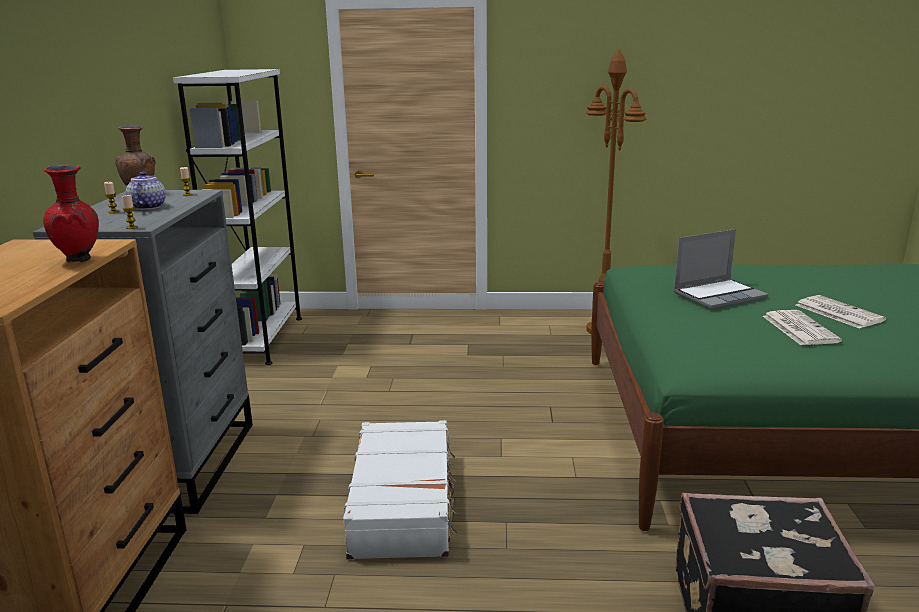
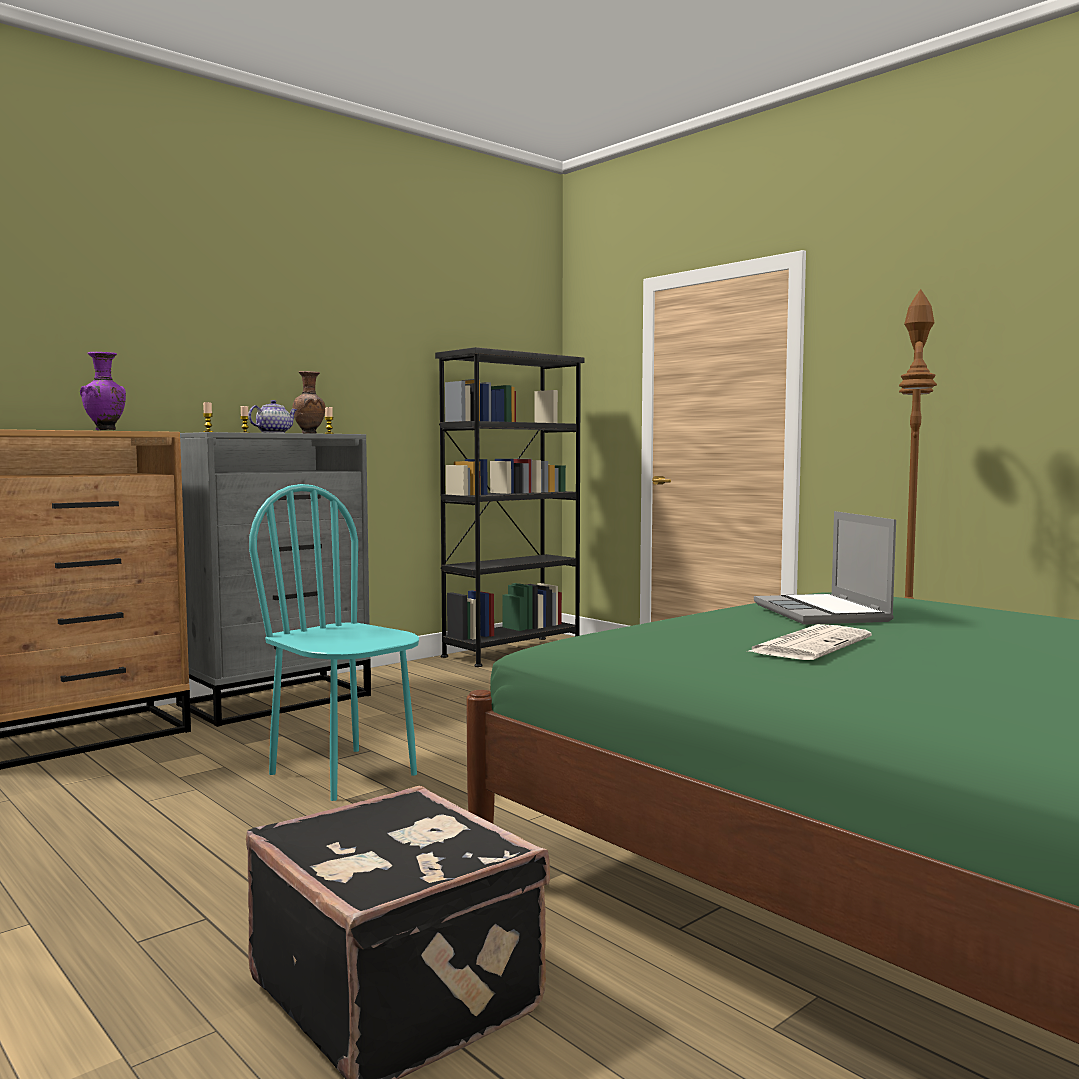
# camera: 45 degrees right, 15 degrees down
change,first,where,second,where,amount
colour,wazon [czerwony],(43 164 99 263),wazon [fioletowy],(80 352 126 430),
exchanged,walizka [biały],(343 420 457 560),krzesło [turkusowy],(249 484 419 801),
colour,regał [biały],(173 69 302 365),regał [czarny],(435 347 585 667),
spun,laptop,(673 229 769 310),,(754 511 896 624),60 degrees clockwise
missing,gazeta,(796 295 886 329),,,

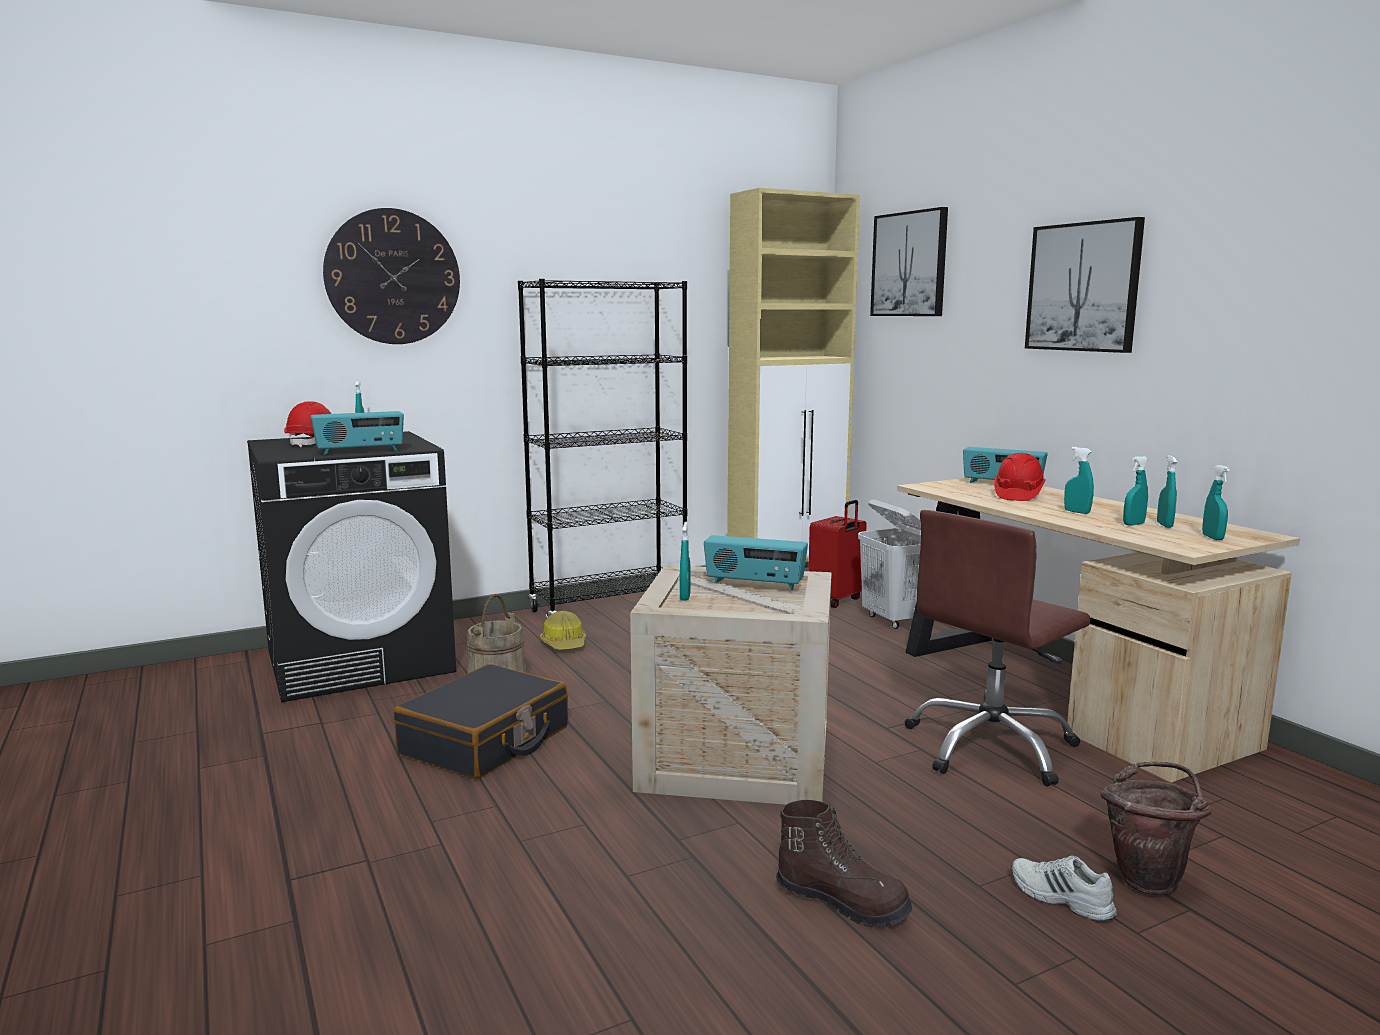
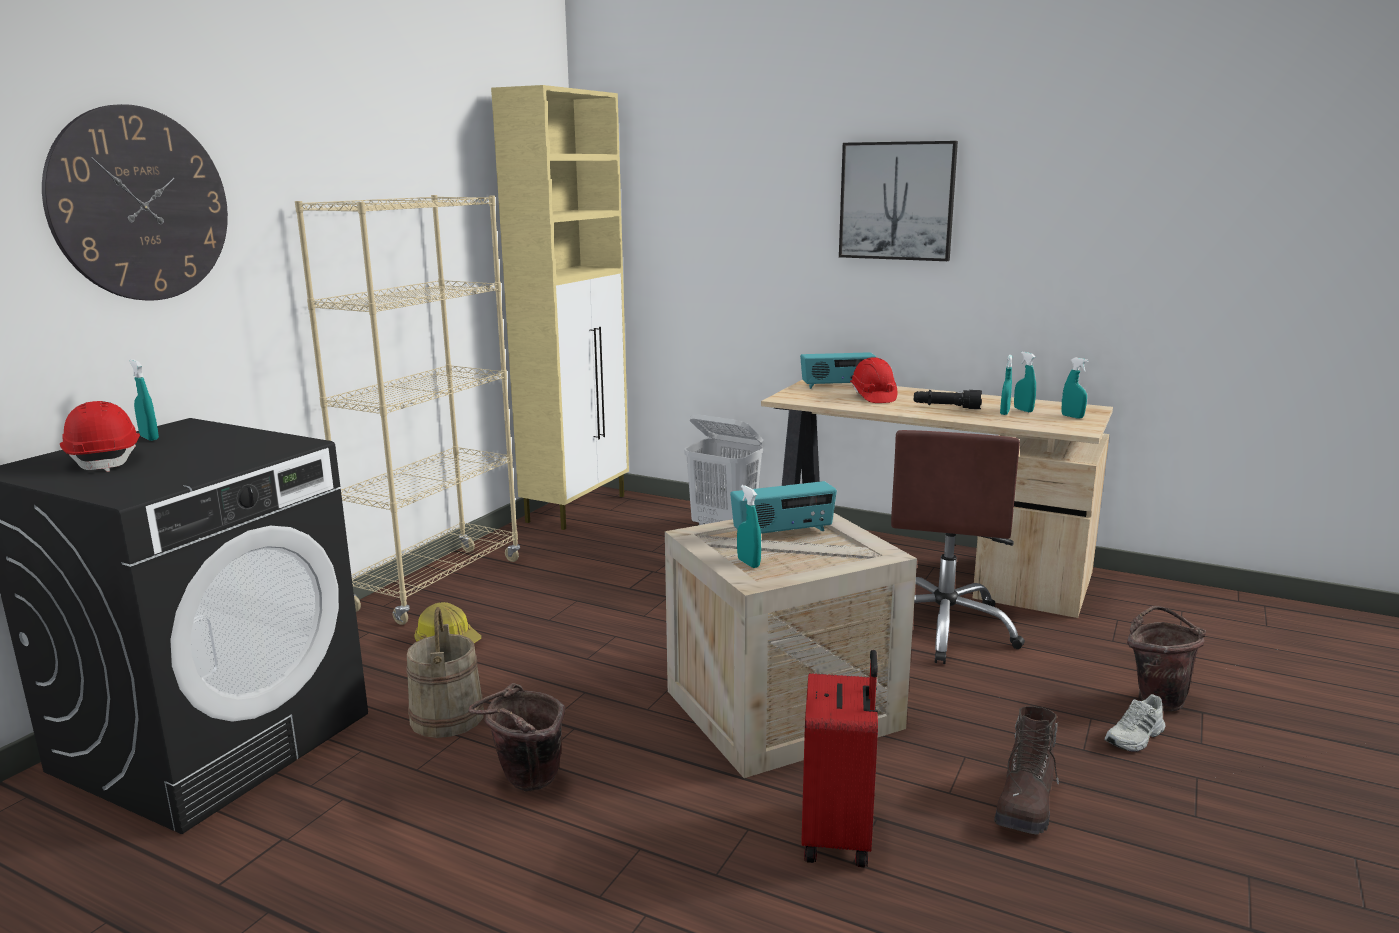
# camera: 35 degrees left, 5 degrees up
change,first,where,second,where,amount
colour,regał [czarny],(518 279 687 618),regał [beżowy],(295 195 520 625),
exchanged,walizka [czarny],(393 664 568 779),wiadro [brązowy],(468 683 565 792),
relocated,walizka [czerwony],(808 500 867 608),,(801 650 878 867),
exchanged,spryskiwacz [turkusowy],(1064 447 1094 514),latarka [czarny],(914 390 982 409),
spun,but z cholewką [brązowy],(776 800 912 928),,(994 706 1059 834),120 degrees clockwise
spun,but [biały],(1012 856 1117 922),,(1105 694 1165 752),45 degrees counterclockwise
missing,radio,(310 411 404 455),,,
missing,obraz,(870 207 948 316),,,

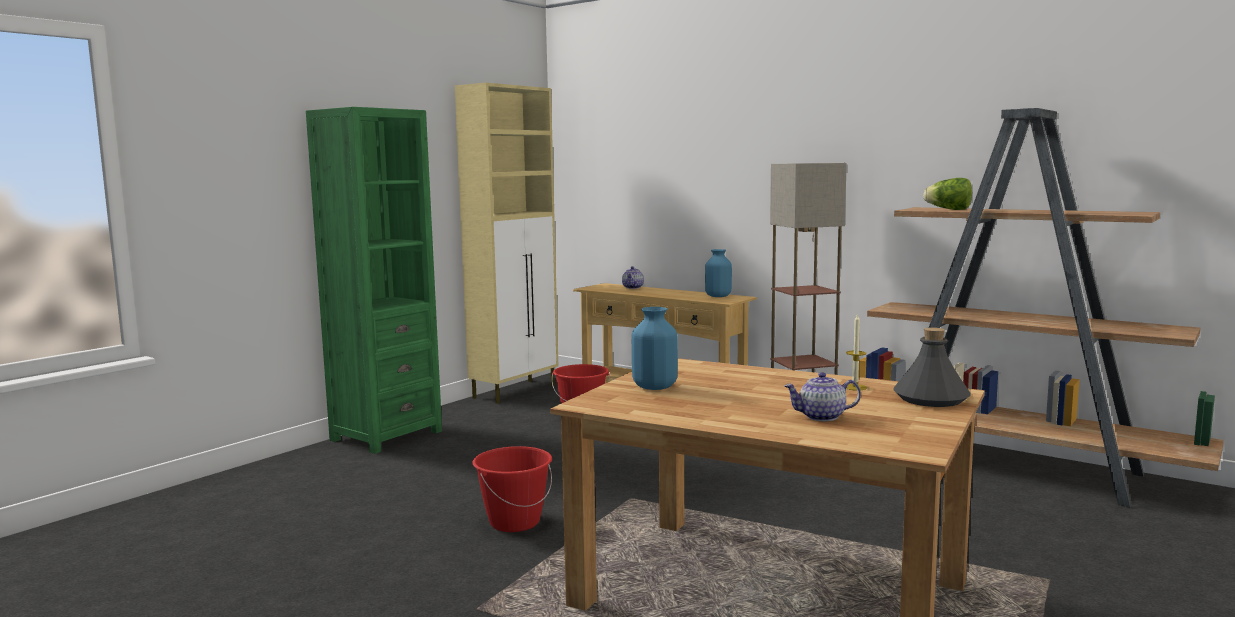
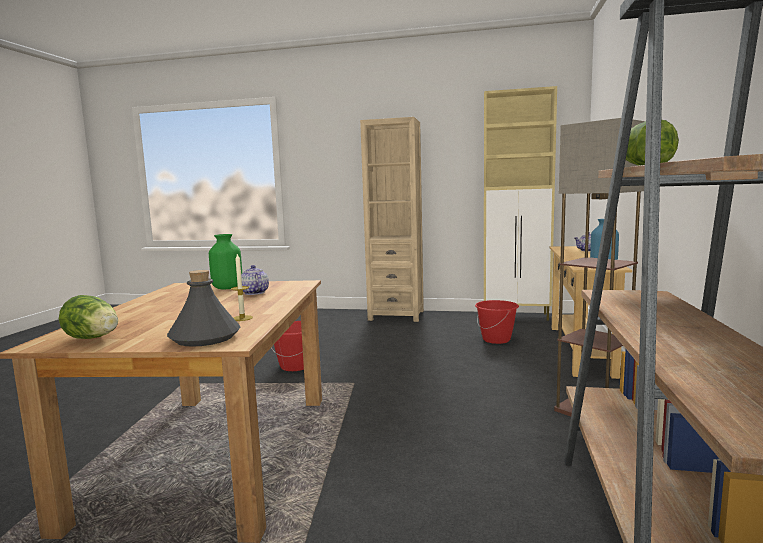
# camera: 65 degrees right, 0 degrees up
change,first,where,second,where,amount
appeared,,,sałata,(59 295 118 339),
colour,wazon [niebieski],(632 307 678 390),wazon [zielony],(209 234 242 289),
relocated,imbryk,(784 372 861 421),,(241 265 269 295),
colour,regał [zielony],(306 107 442 454),regał [beżowy],(360 117 424 322),

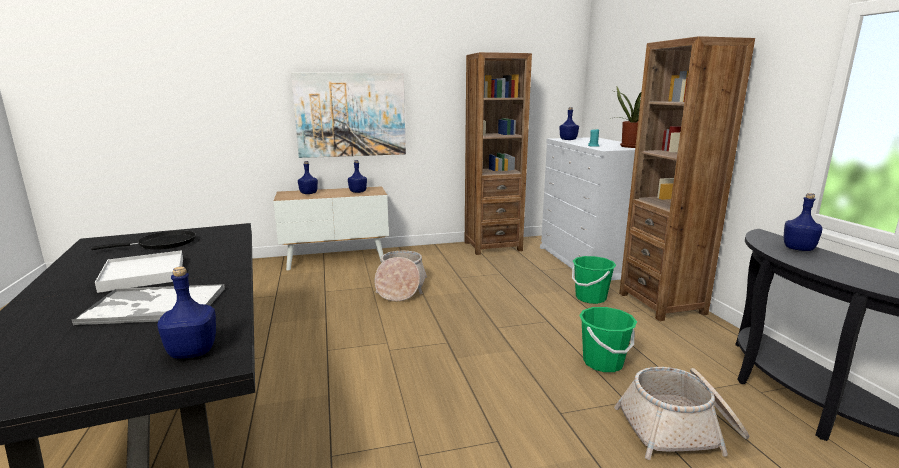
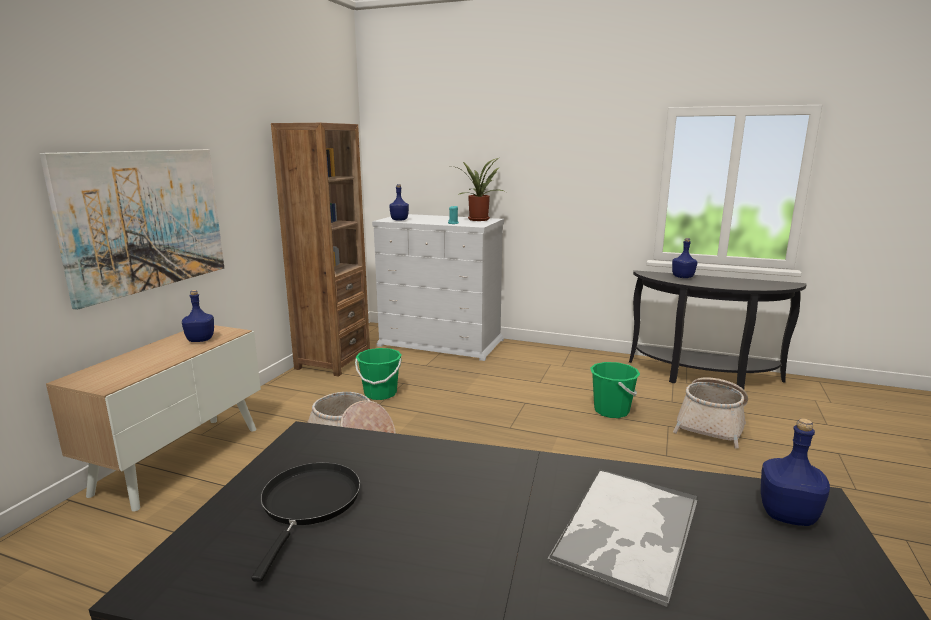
# camera: 55 degrees left, 0 degrees up
change,first,where,second,where,amount
relocated,wiadro [zielony],(572 256 616 304),,(355 348 402 400),
missing,taca [biały],(95 250 183 293),,,
missing,butelka [niebieski],(298 161 318 194),,,
missing,regał [brązowy],(619 36 755 321),,,

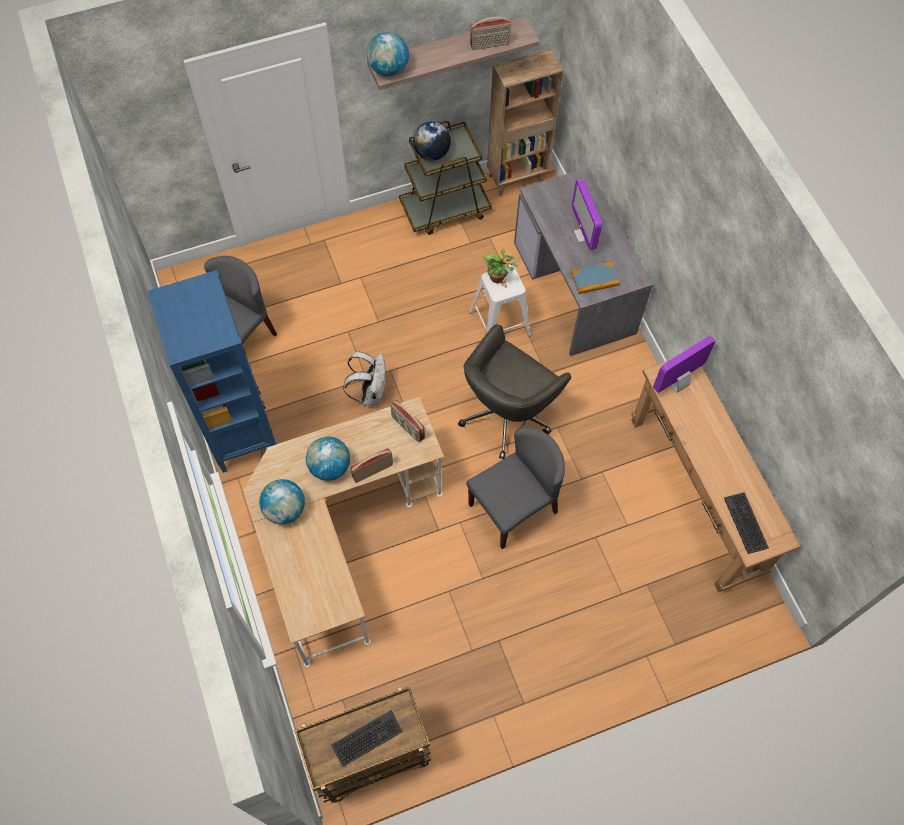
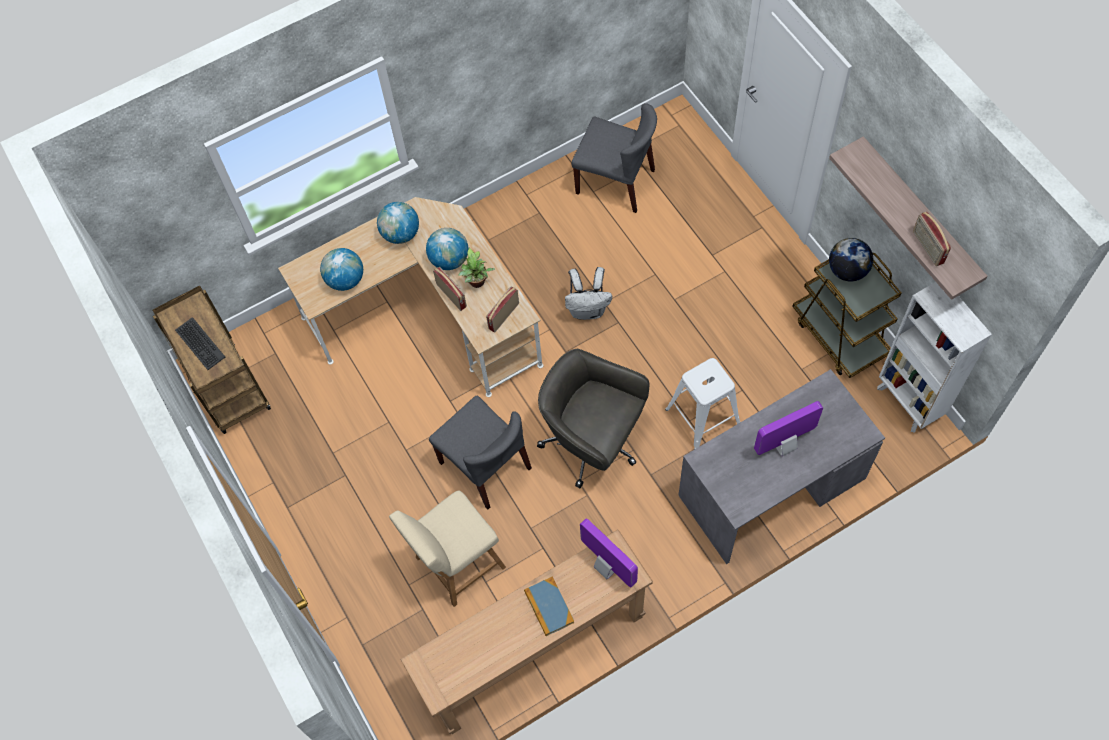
# camera: 85 degrees right, 0 degrees up
change,first,where,second,where,amount
relocated,globus,(367 32 409 76),,(320 248 363 291),
appeared,,,krzesło [beżowy],(389 491 506 607),
relocated,roślina doniczkowa,(482 249 519 283),,(458 248 495 288),
relocated,książka,(571 262 620 294),,(524 576 574 636),
colour,regał [brązowy],(487 49 563 197),regał [biały],(877 282 992 433),
missing,regał [niebieski],(147 270 276 472),,,
missing,klawiatura,(724 492 769 554),,,

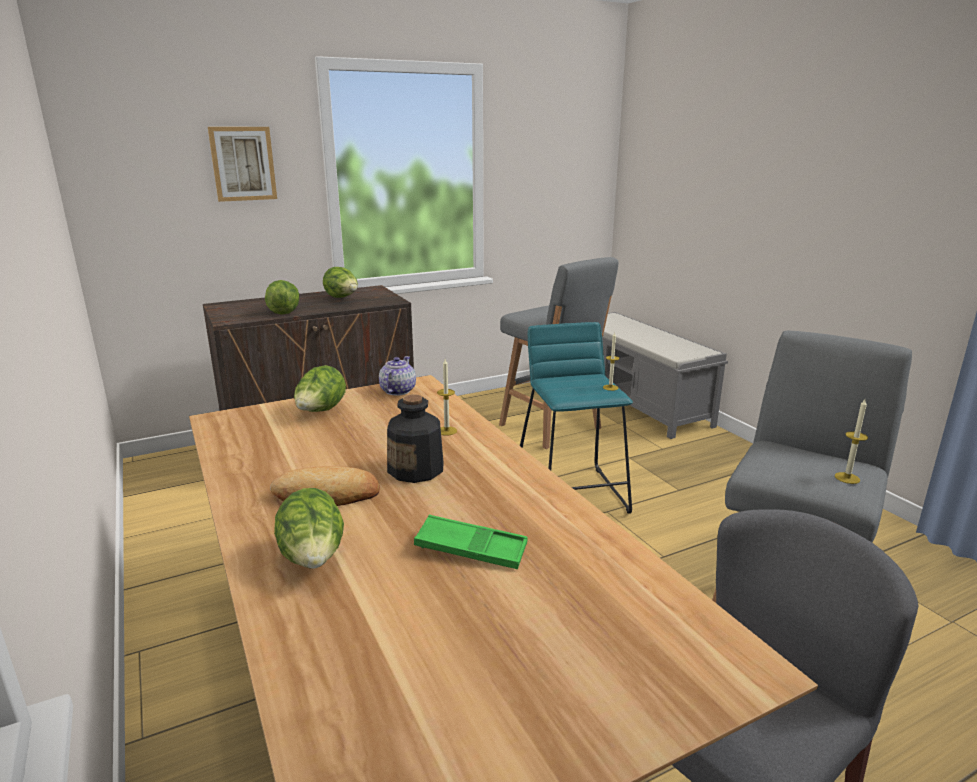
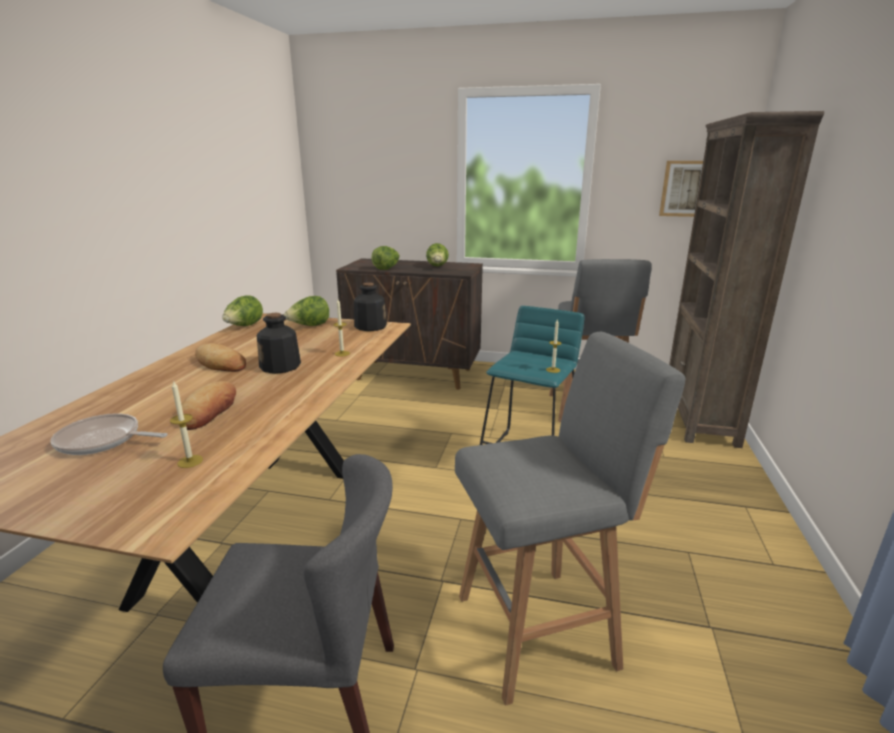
# camera: 40 degrees right, 0 degrees up
change,first,where,second,where,amount
appeared,,,patelnia,(50 413 167 455),
relocated,świeca,(835 399 868 484),,(170 380 203 468),
exchanged,taca [zielony],(414 515 528 569),chleb,(177 381 236 430),
relocated,sałata,(274 488 344 569),,(222 295 263 326),
exchanged,imbryk,(379 356 416 396),butelka,(354 282 387 331),
relocated,obraz,(208 127 277 202),,(659 161 703 217),
exchanged,ławka [szary],(602 312 728 439),regał [brązowy],(669 111 824 448),

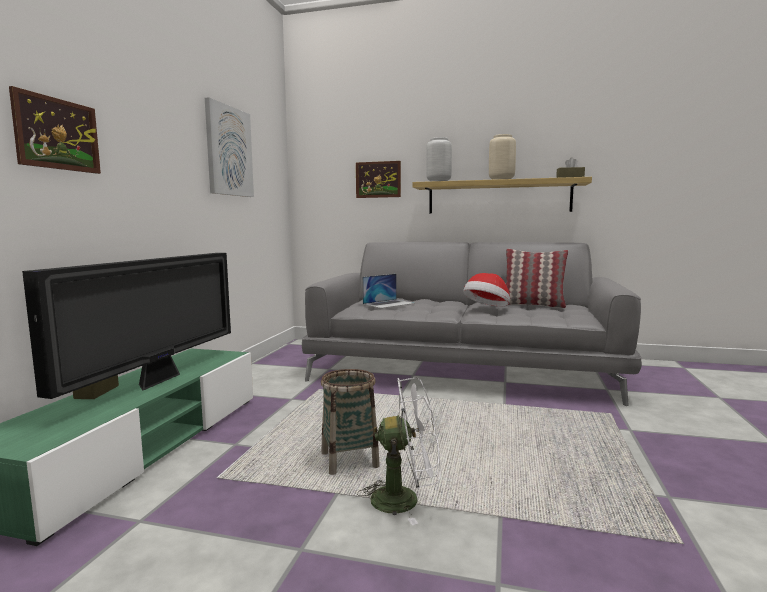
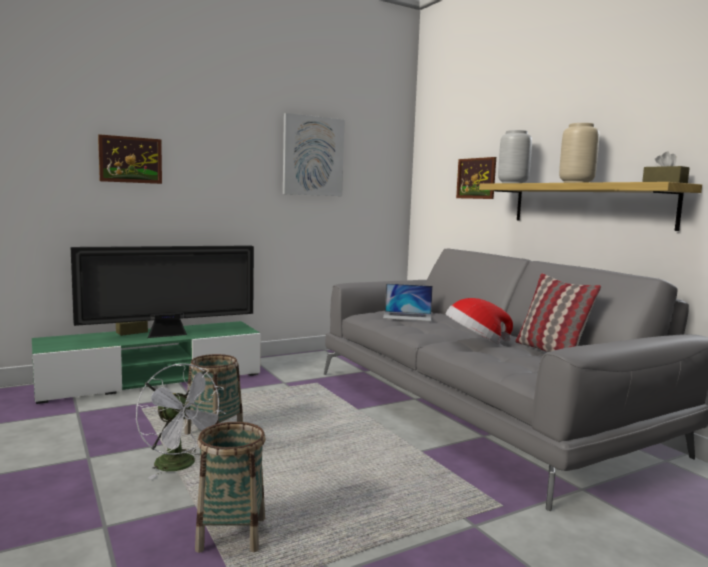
# camera: 45 degrees right, 0 degrees up
change,first,where,second,where,amount
appeared,,,koszyk,(195 422 266 553),

